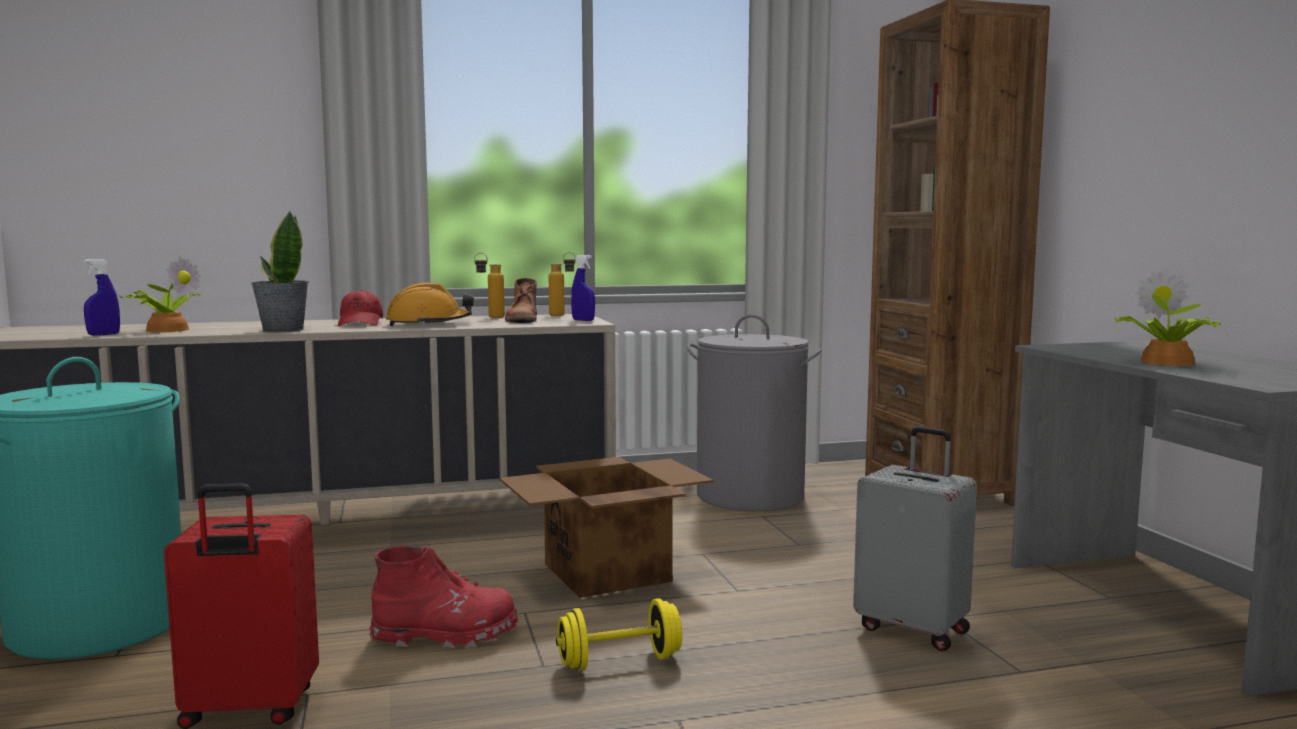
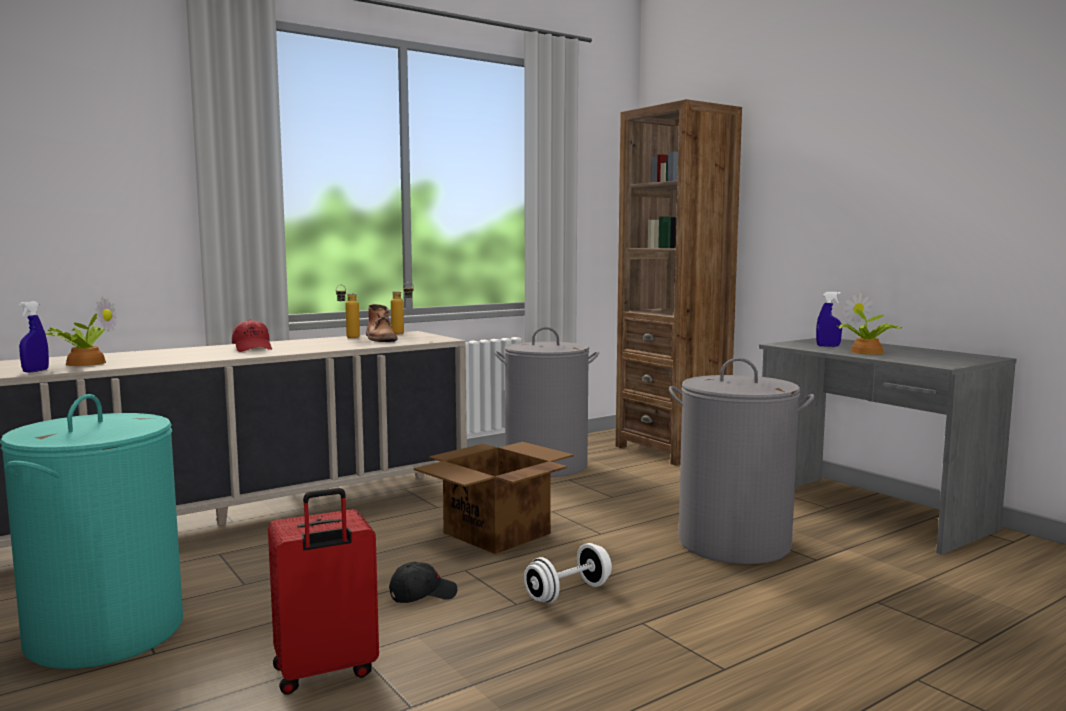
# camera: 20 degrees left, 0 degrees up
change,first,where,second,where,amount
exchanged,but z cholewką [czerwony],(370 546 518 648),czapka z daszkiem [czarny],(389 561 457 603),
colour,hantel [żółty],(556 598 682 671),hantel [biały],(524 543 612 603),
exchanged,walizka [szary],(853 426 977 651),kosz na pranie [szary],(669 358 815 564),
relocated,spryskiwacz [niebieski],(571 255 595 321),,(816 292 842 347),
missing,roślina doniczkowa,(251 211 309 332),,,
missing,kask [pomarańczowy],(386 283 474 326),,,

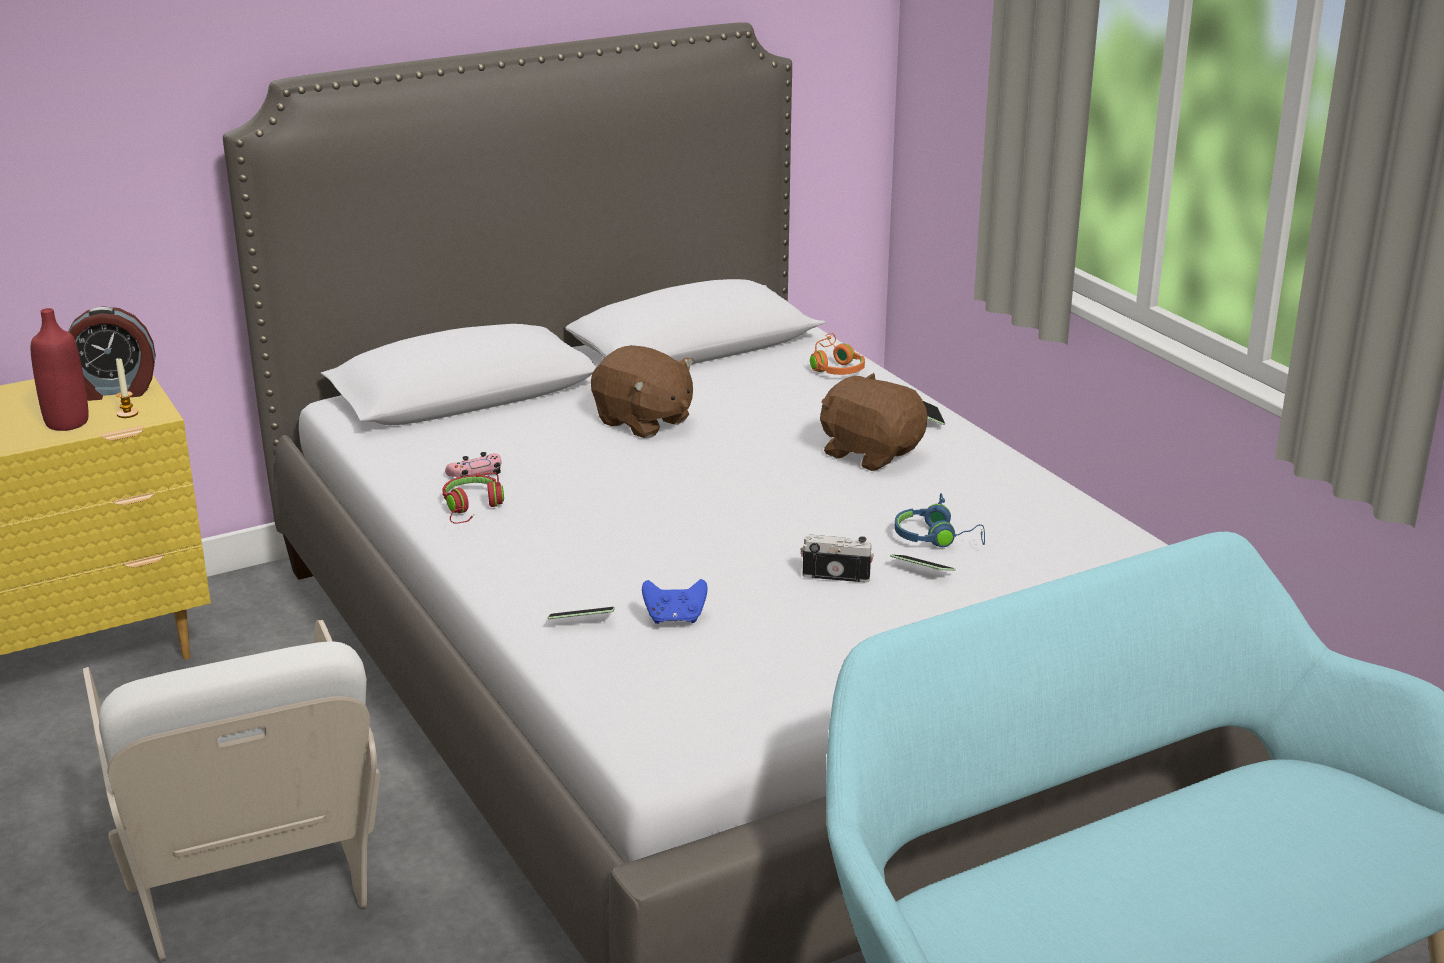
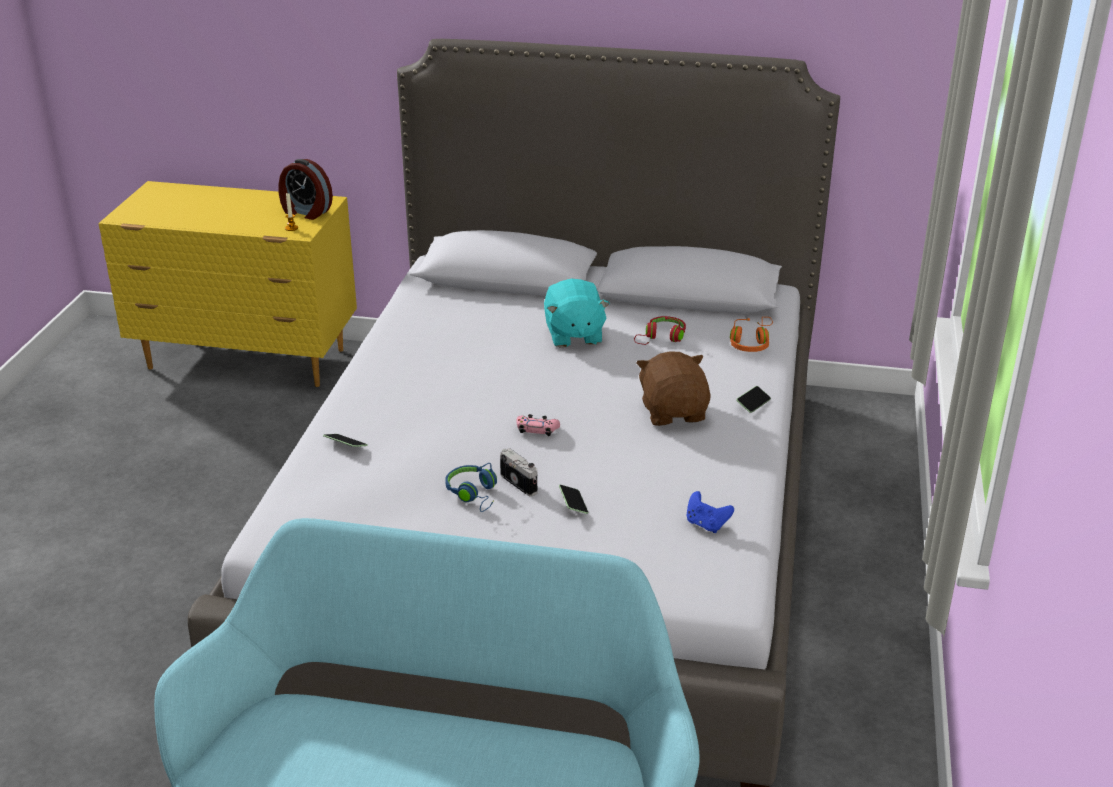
# camera: 40 degrees right, 5 degrees up
change,first,where,second,where,amount
relocated,słuchawki [niebieski],(895 493 985 547),,(445 463 497 512),
relocated,pad do gier [różowy],(445 452 502 478),,(516 414 560 436),
colour,pluszak [brązowy],(591 345 694 438),pluszak [turkusowy],(544 279 610 347),
relocated,słuchawki [czerwony],(442 472 504 524),,(634 316 686 345),
relocated,pad do gier [niebieski],(642 579 708 624),,(687 491 734 533),
missing,butelka [czerwony],(31 308 89 431),,,
missing,fotel [biały],(83 620 380 961),,,

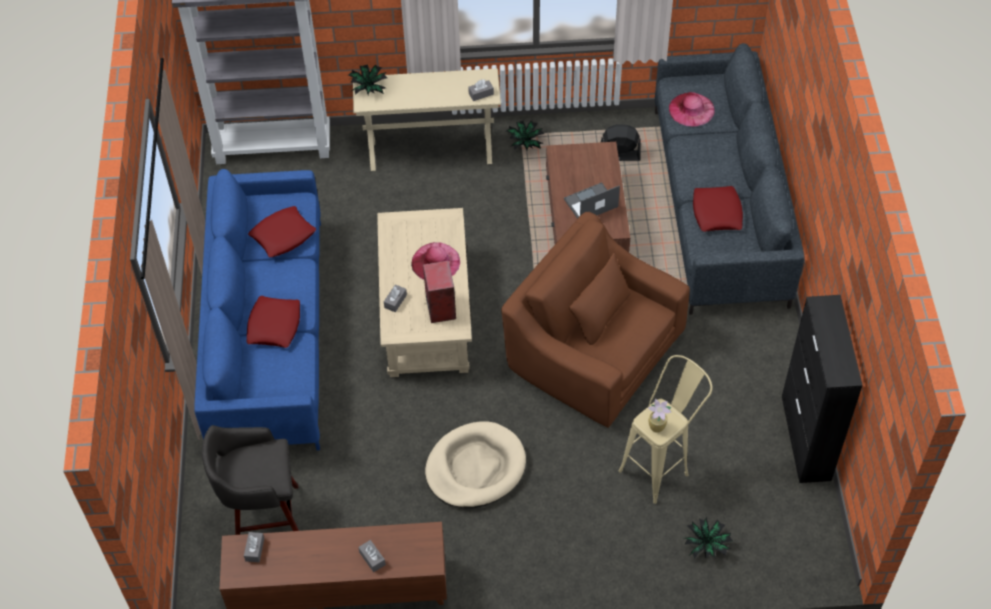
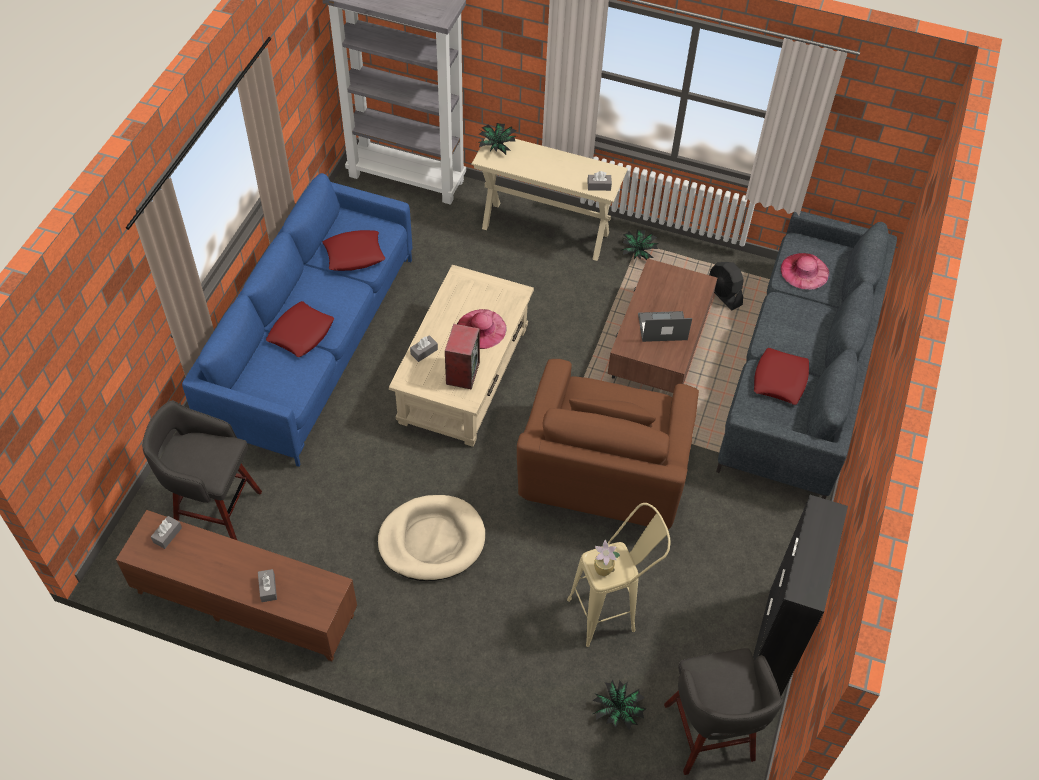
# camera: 20 degrees right, 0 degrees up
change,first,where,second,where,amount
spun,fotel [brązowy],(501 212 690 428),,(517 359 699 529),135 degrees counterclockwise
appeared,,,stołek [szary],(664 648 783 775),
spun,wentylator [czarny],(601 124 641 161),,(709 262 744 311),150 degrees counterclockwise

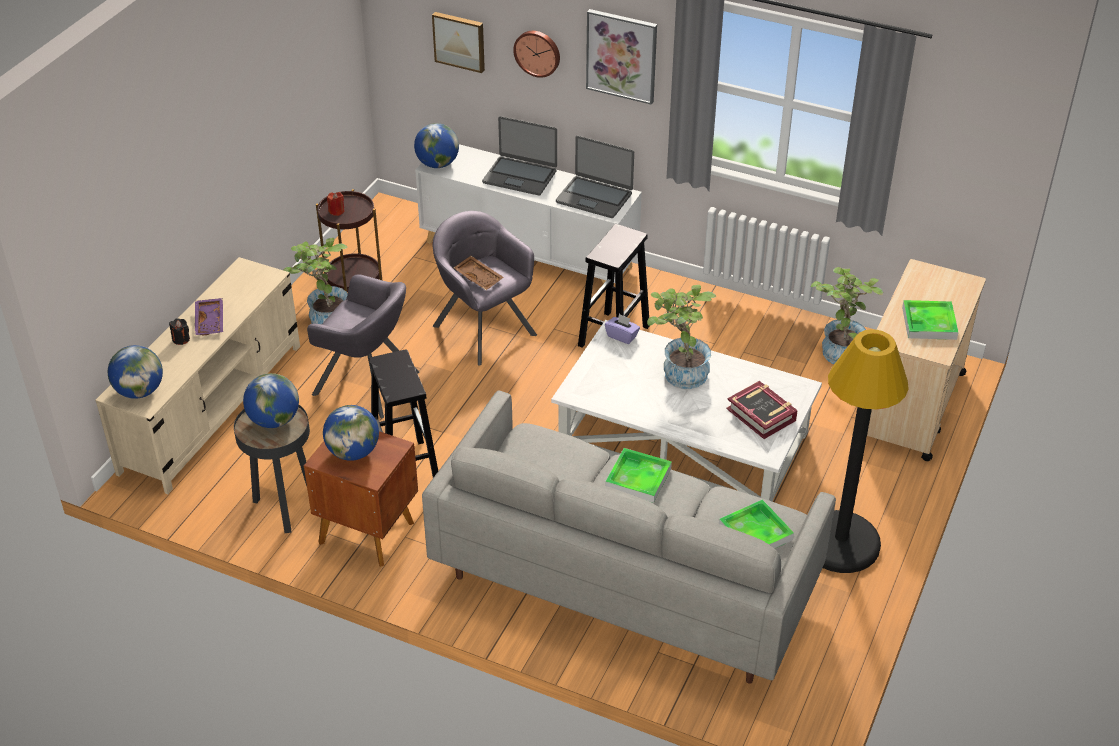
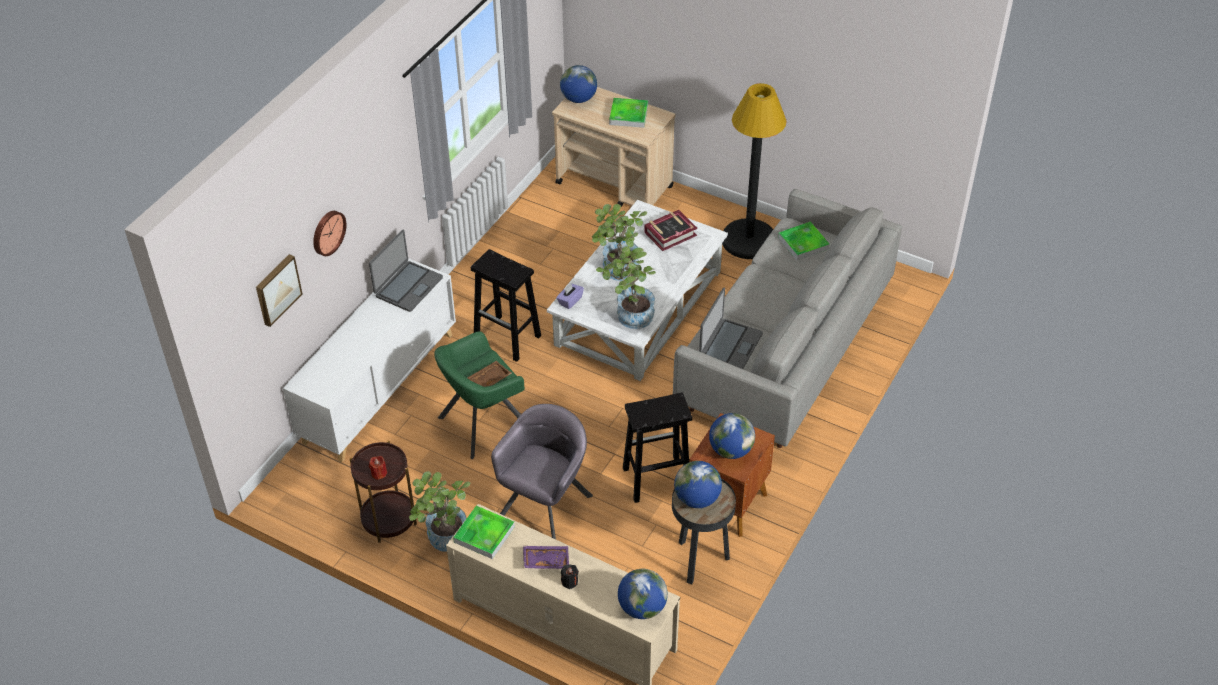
# camera: 85 degrees left, 5 degrees up
change,first,where,second,where,amount
colour,fotel [szary],(432 211 537 366),fotel [zielony],(434 331 525 459),
relocated,taca,(605 448 672 503),,(453 506 515 559),
relocated,globus,(414 123 459 168),,(560 65 597 103),
relocated,roślina doniczkowa,(811 267 883 364),,(596 246 656 329),
relocated,laptop,(482 116 557 196),,(699 288 763 369),
missing,obraz,(586 9 657 105),,,

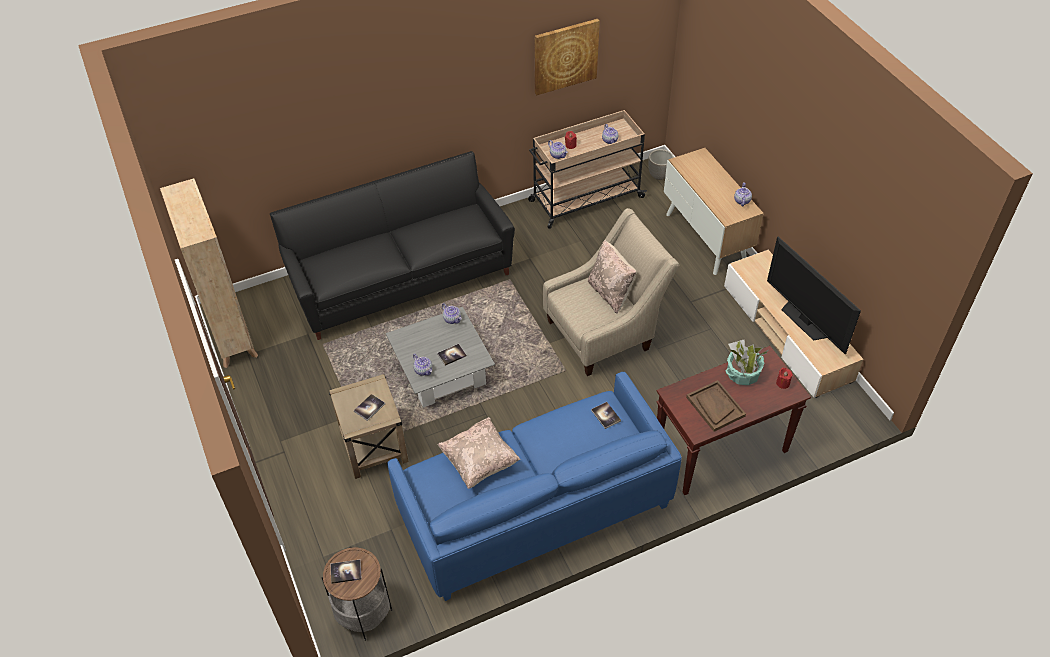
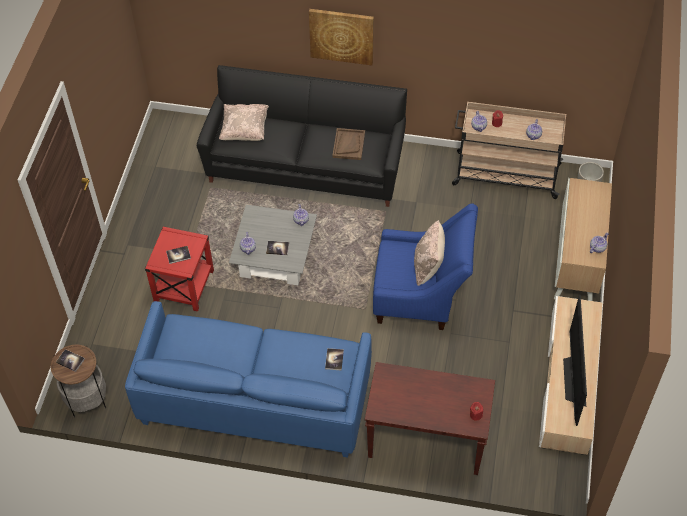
# camera: 35 degrees right, 5 degrees up
change,first,where,second,where,amount
colour,stolik [beżowy],(329 374 409 479),stolik [czerwony],(145 226 214 312),
relocated,poduszka [beżowy],(437 417 521 489),,(219 104 269 141),
relocated,obraz,(535 19 600 95),,(309 9 374 65),
relocated,taca [brązowy],(686 380 746 432),,(332 128 365 160),
colour,fotel [beżowy],(543 208 679 376),fotel [niebieski],(373 203 478 330),
missing,regał [beżowy],(160 178 258 368),,,
missing,roślina doniczkowa,(726 339 768 385),,,

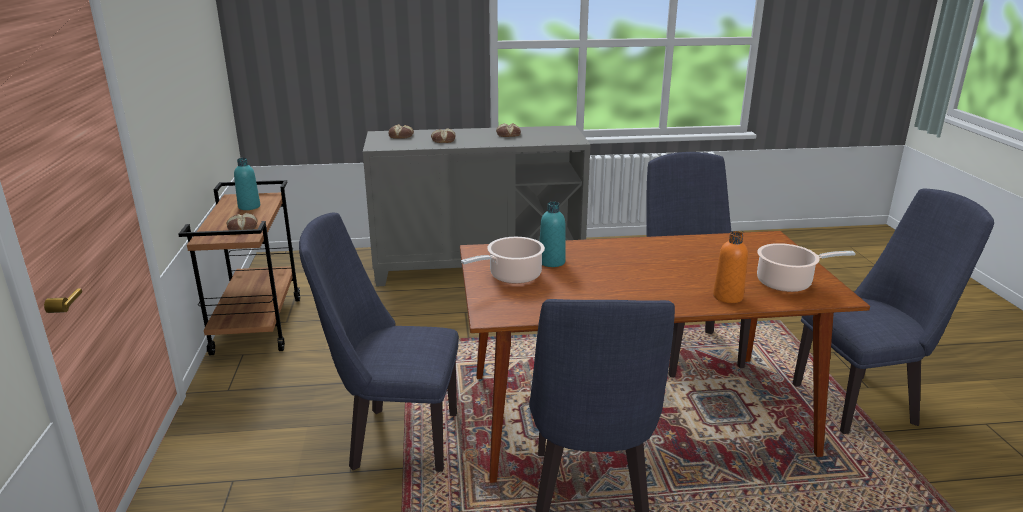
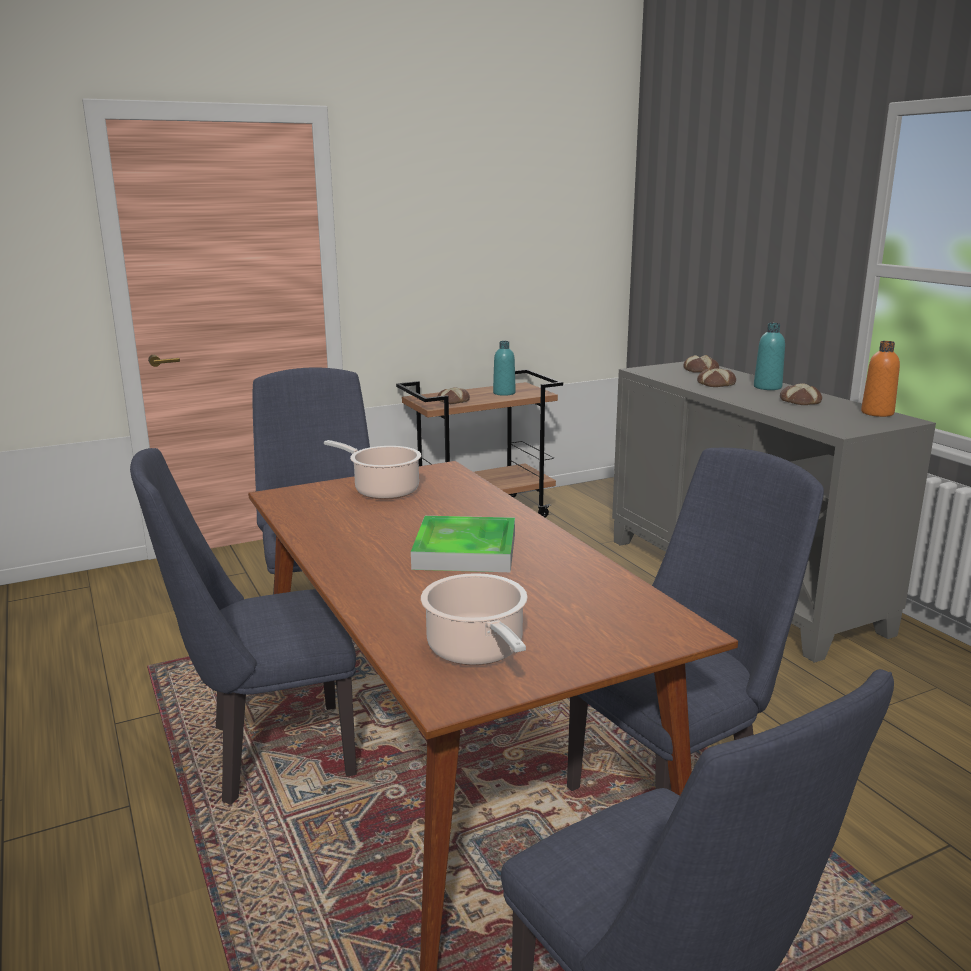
# camera: 70 degrees right, 5 degrees down
change,first,where,second,where,amount
appeared,,,taca,(411 516 515 572),
relocated,butelka [turkusowy],(540 202 566 267),,(754 323 785 390),
relocated,butelka [pomarańczowy],(713 231 748 303),,(861 341 900 417),

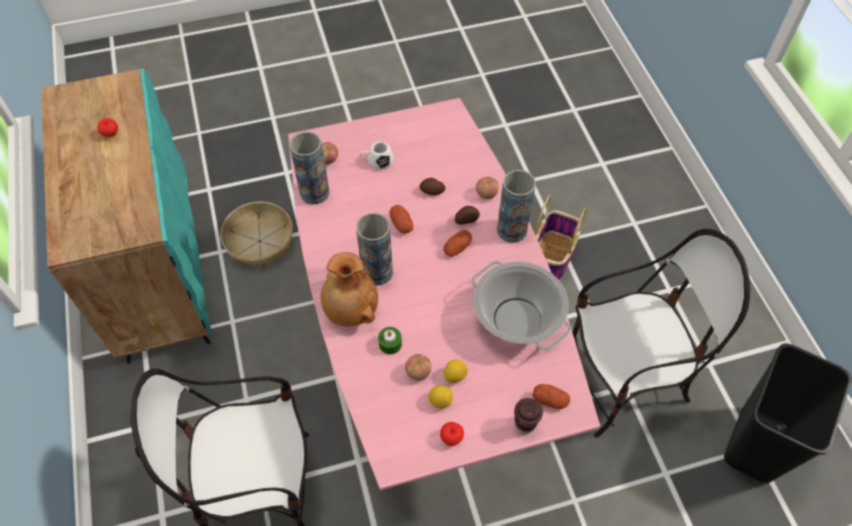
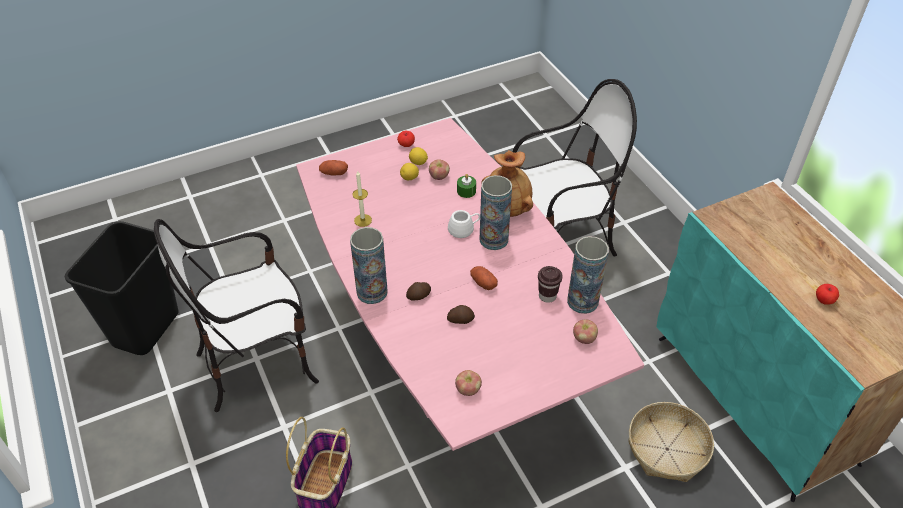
# camera: 170 degrees right, 10 degrees down
change,first,where,second,where,amount
exchanged,garnek,(471 261 572 351),świeca,(352 171 372 227),
relocated,kubek [biały],(360 141 394 170),,(448 210 480 238),
relocated,jabłko,(476 177 499 199),,(455 370 482 396),
relocated,filiżanka [brązowy],(514 398 543 434),,(538 266 563 303),
missing,ziemniak,(443 230 472 256),,,

